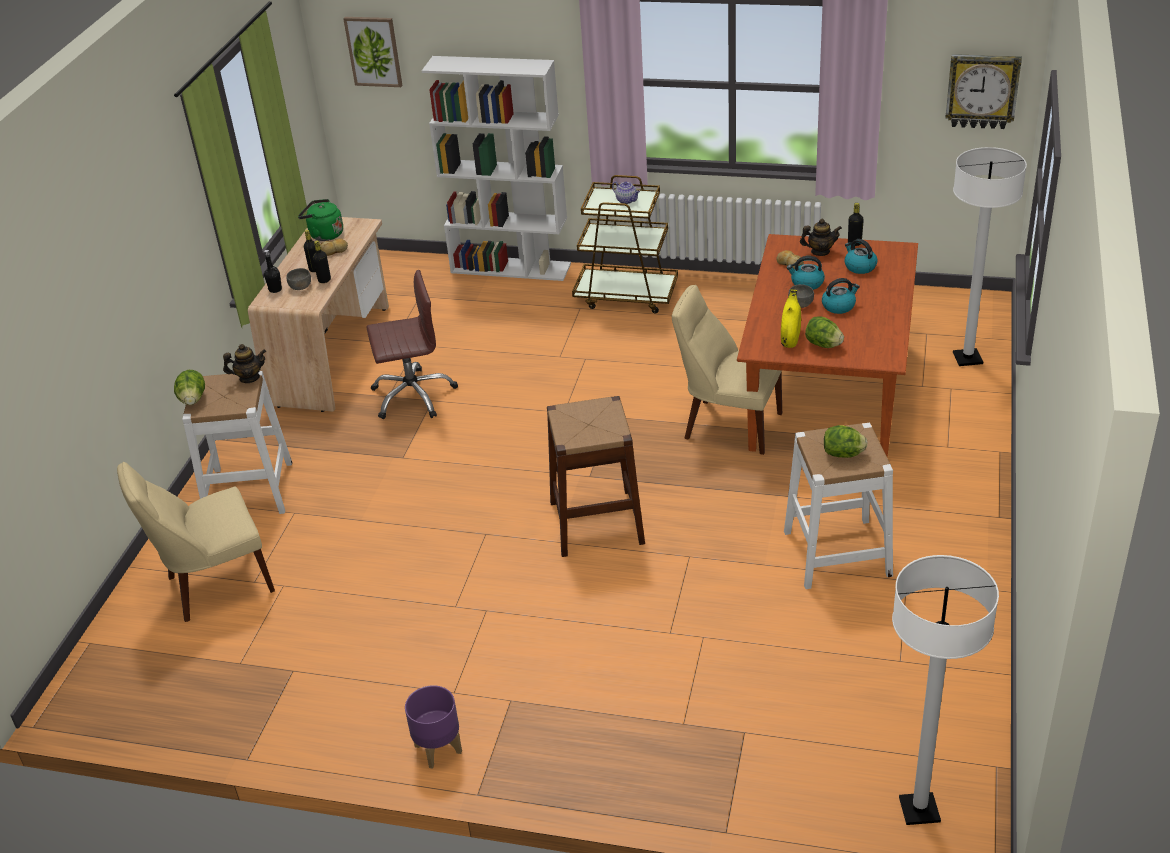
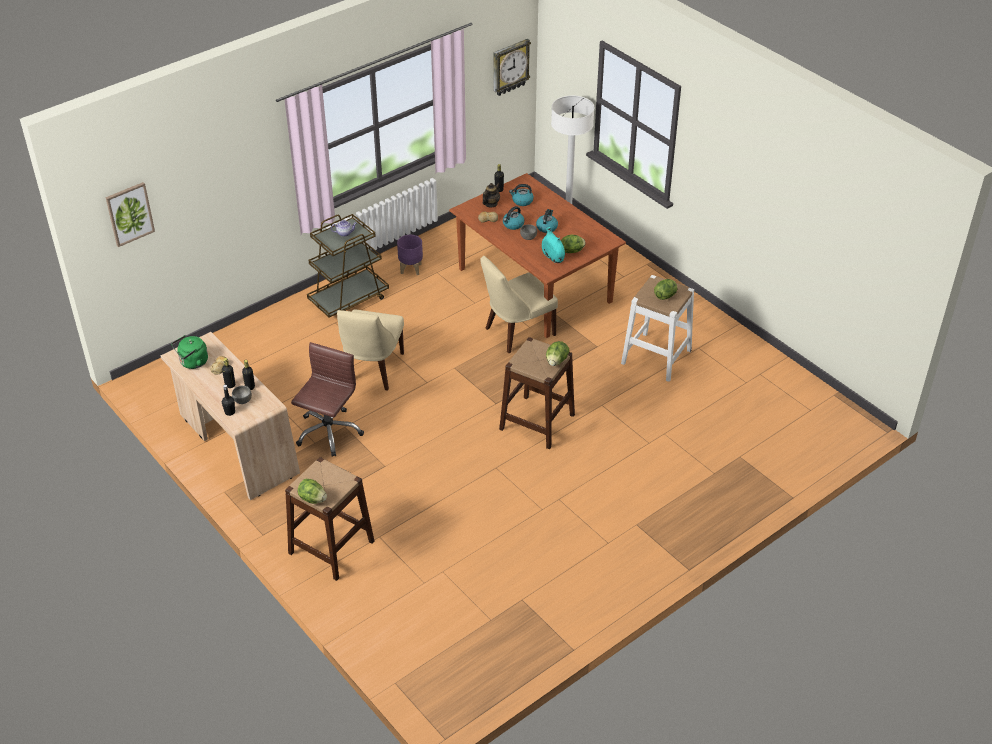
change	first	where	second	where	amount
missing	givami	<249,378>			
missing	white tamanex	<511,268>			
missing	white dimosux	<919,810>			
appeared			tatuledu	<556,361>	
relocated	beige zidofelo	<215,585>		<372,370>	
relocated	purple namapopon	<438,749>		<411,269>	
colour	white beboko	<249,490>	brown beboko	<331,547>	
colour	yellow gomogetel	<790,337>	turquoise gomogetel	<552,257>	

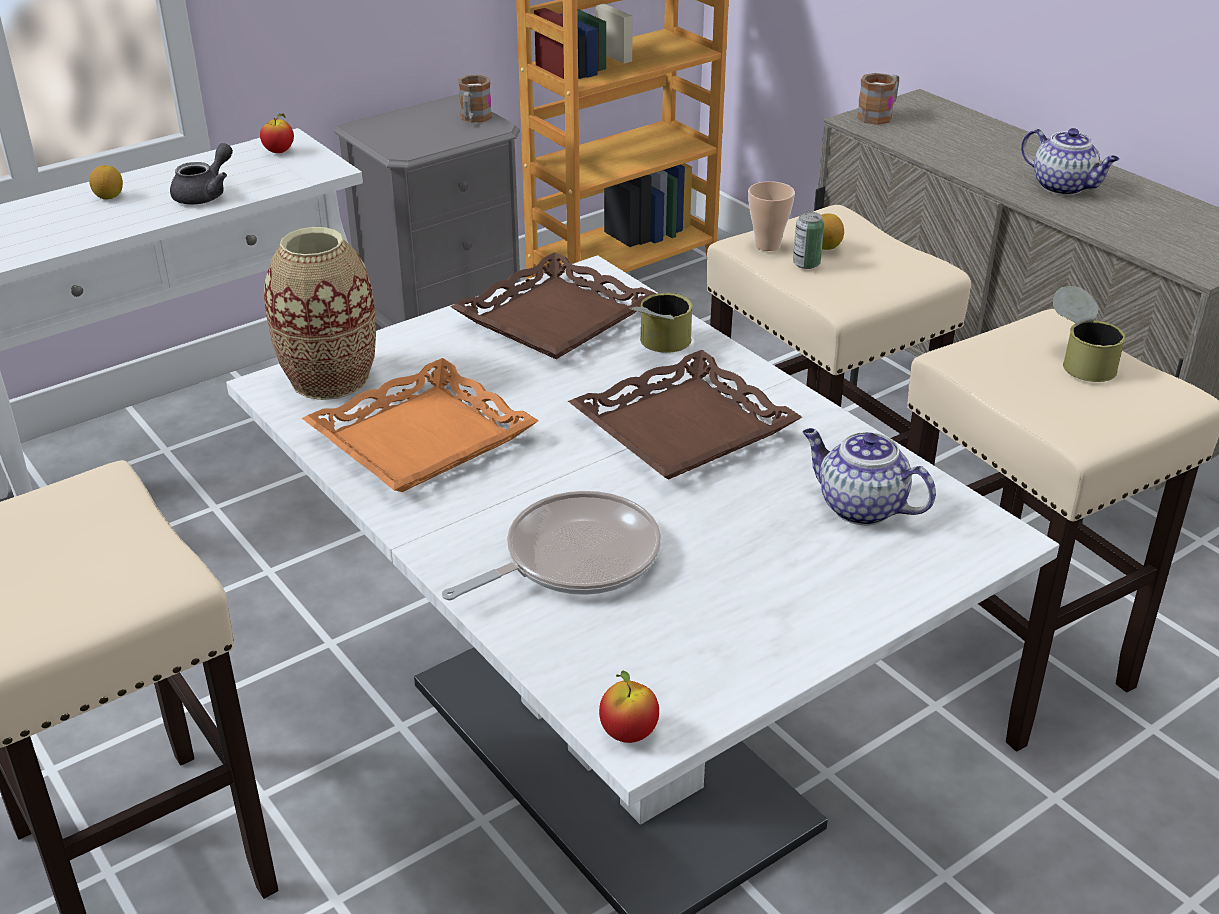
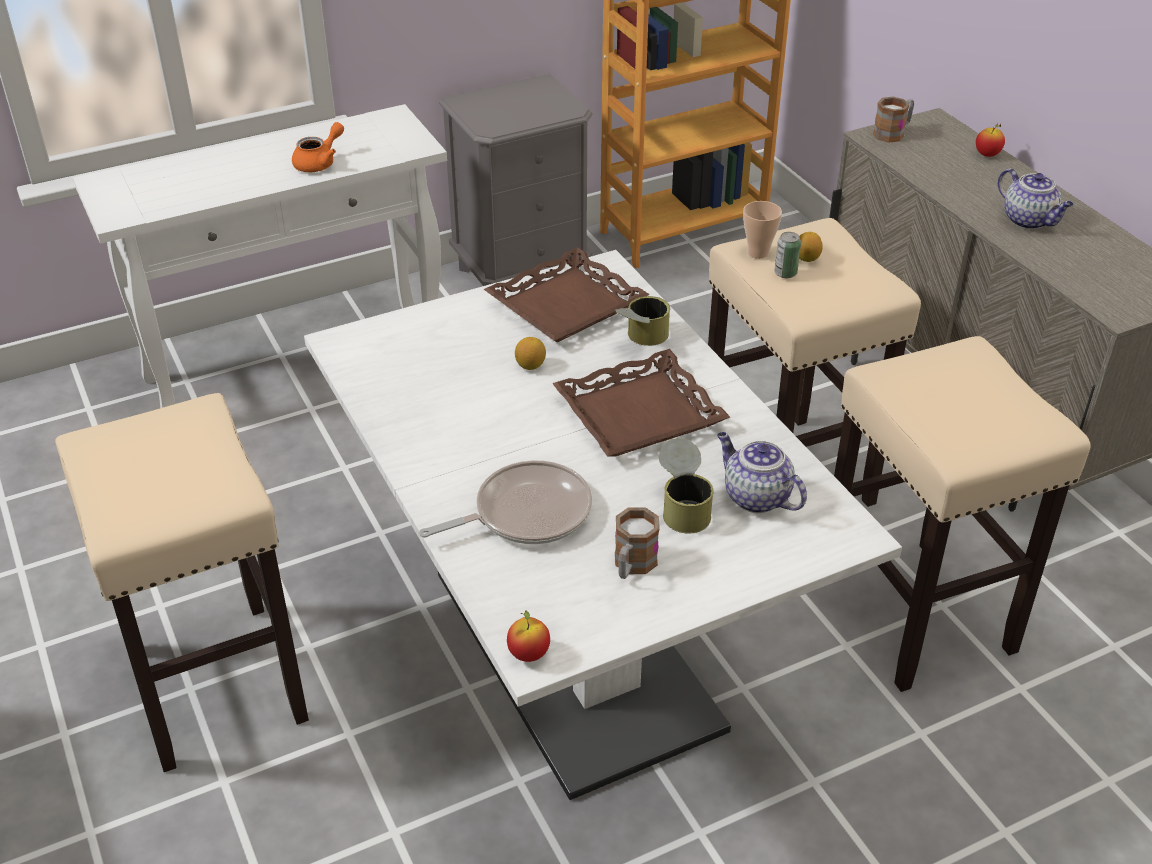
change	first	where	second	where	amount
missing	gomogetel	<329,379>			
missing	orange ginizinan	<421,438>			
relocated	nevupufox	<109,197>		<530,365>	
relocated	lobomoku	<279,152>		<987,155>	
relocated	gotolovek	<473,119>		<632,565>	
relocated	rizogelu	<1080,360>		<683,506>	
colour	grey givami	<205,194>	orange givami	<320,163>	

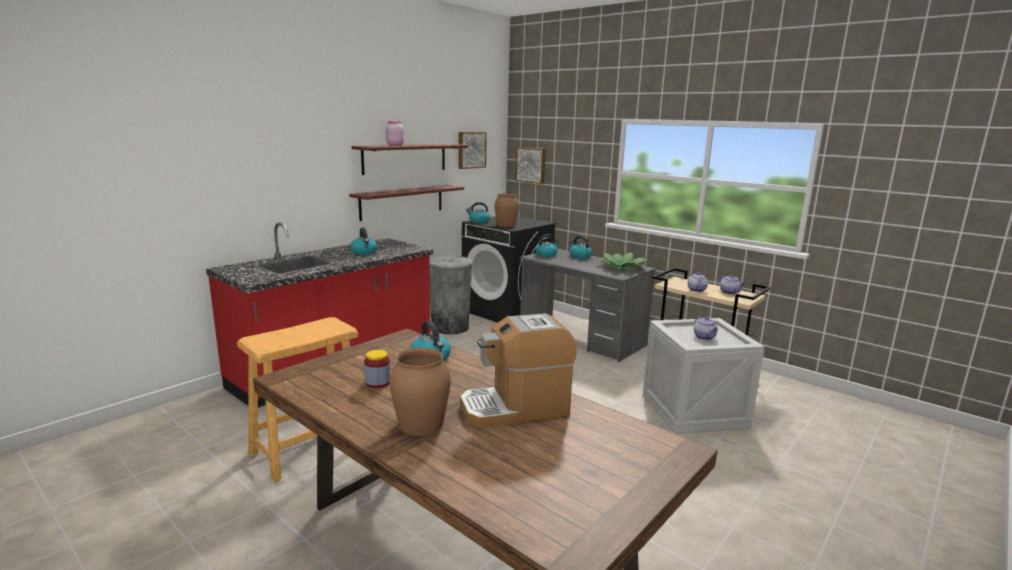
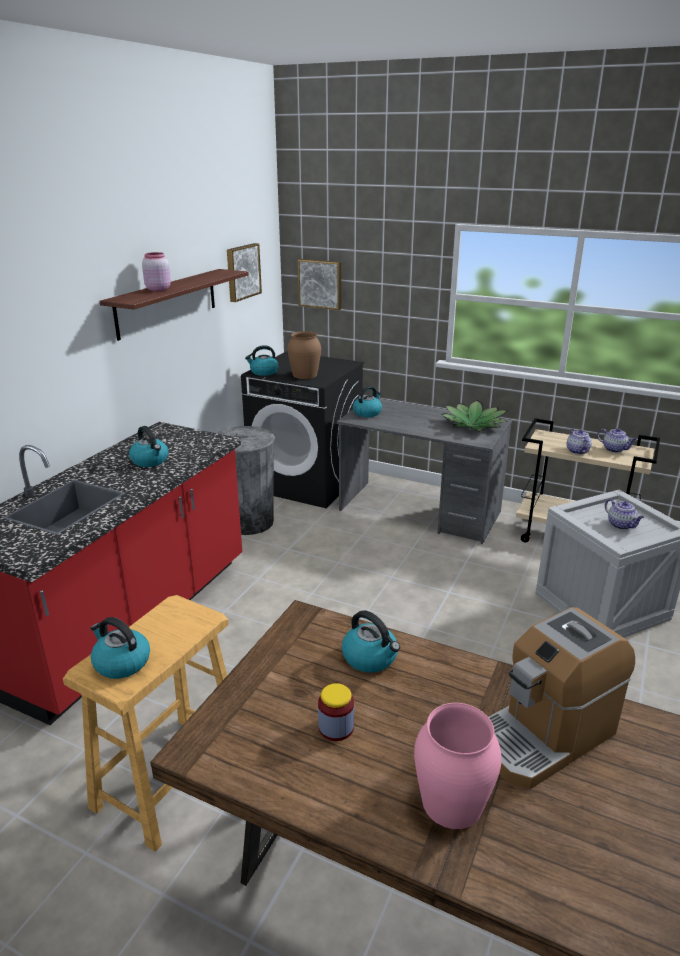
change	first	where	second	where	amount
missing	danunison	<402,202>			
relocated	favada	<579,256>		<121,663>	
colour	brown gomogetel	<421,423>	pink gomogetel	<452,801>	

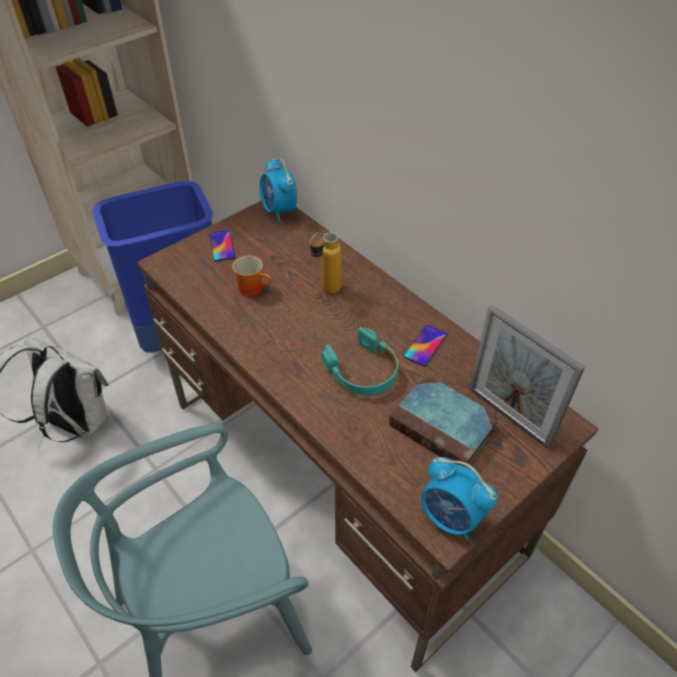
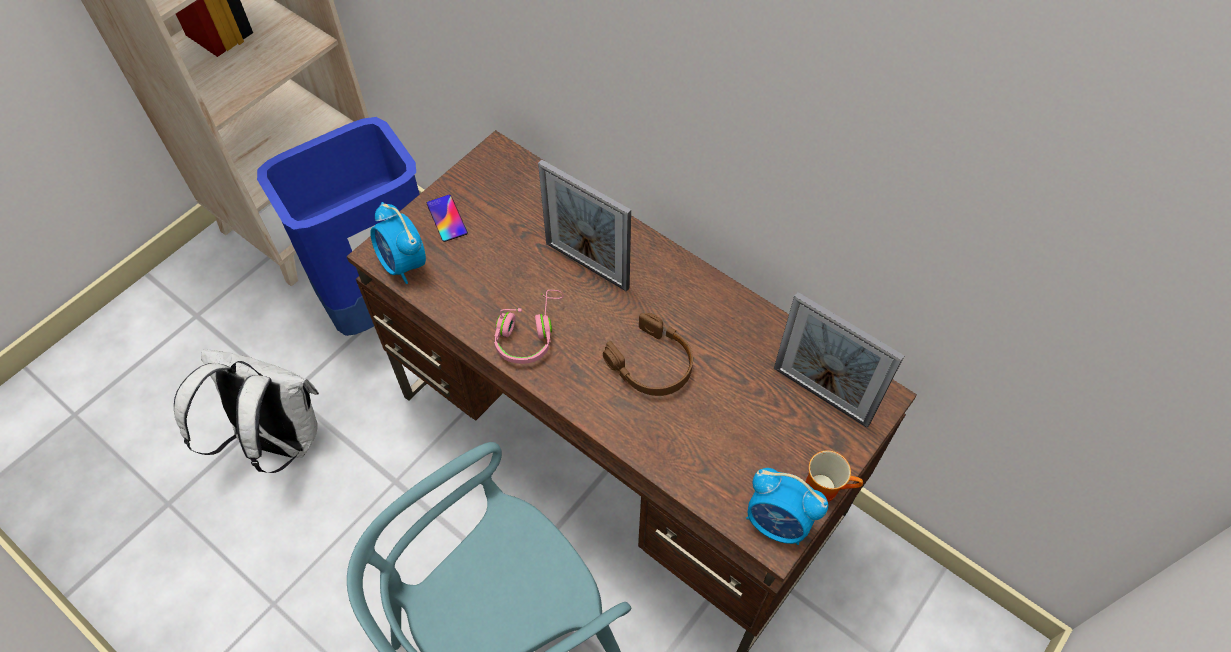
change	first	where	second	where	amount
missing	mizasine	<445,427>			
missing	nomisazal	<425,345>			
appeared			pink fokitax	<528,333>	
relocated	gotolovek	<254,288>		<825,485>	
relocated	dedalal	<279,211>		<403,264>	
exchanged	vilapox	<325,291>	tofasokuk	<587,265>	
colour	turquoise fokitax	<363,371>	brown fokitax	<652,364>	

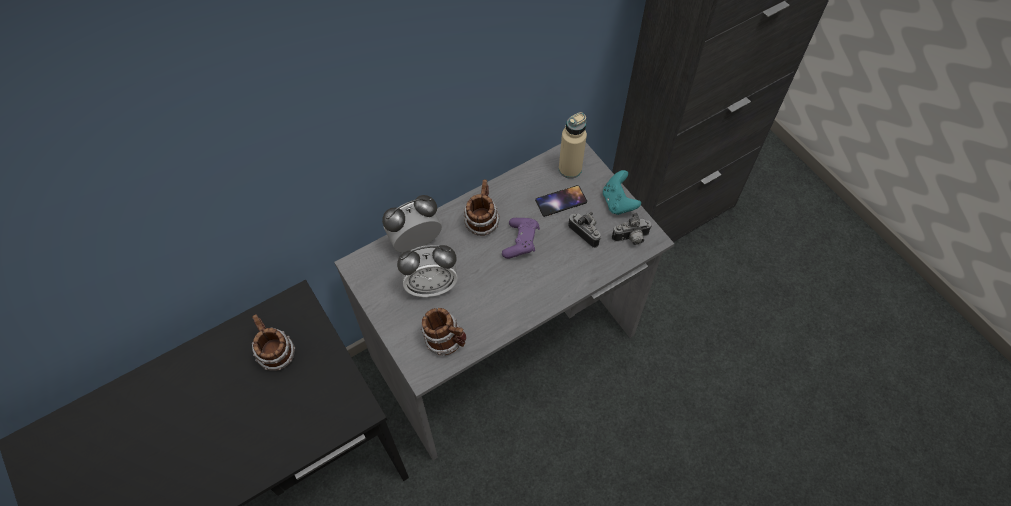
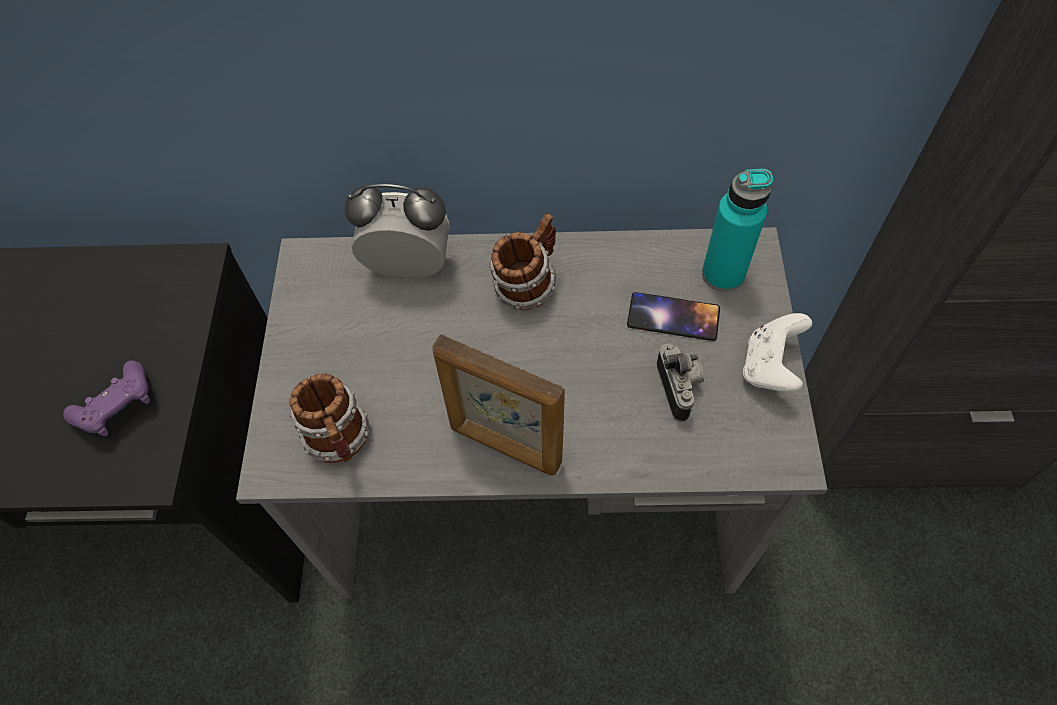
change	first	where	second	where	amount
missing	gotolovek	<275,353>			
missing	dedalal	<431,285>			
missing	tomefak	<631,239>			
appeared			tofasokuk	<505,446>	
relocated	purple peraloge	<521,242>		<119,408>	
colour	beige vilapox	<570,169>	turquoise vilapox	<723,274>	
colour	turquoise peraloge	<618,202>	white peraloge	<770,367>	

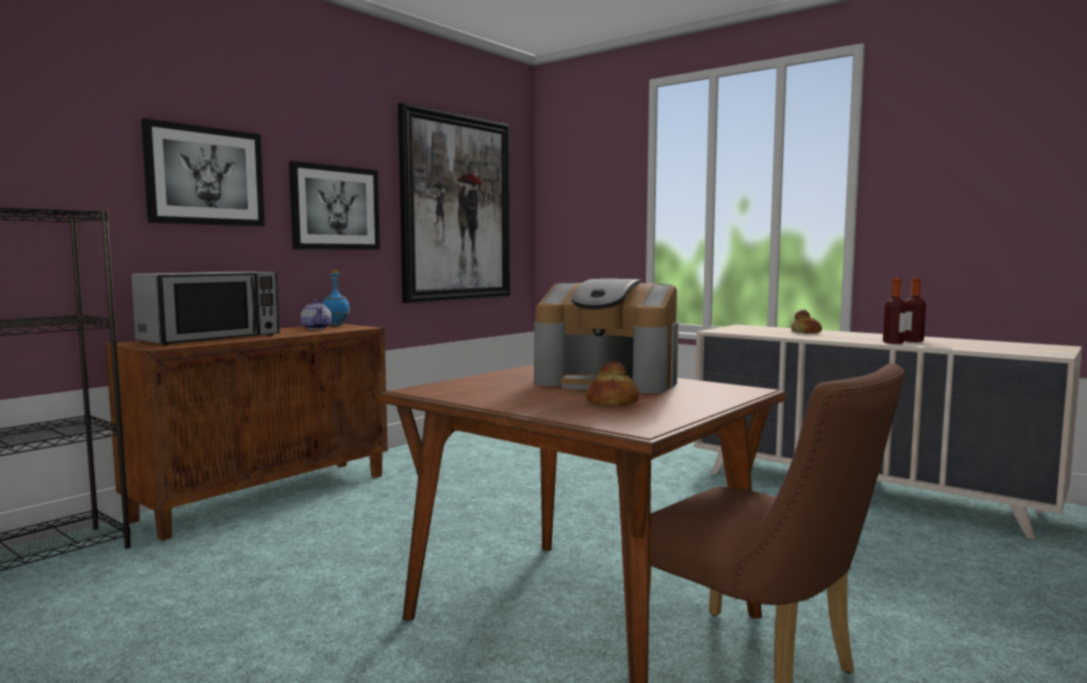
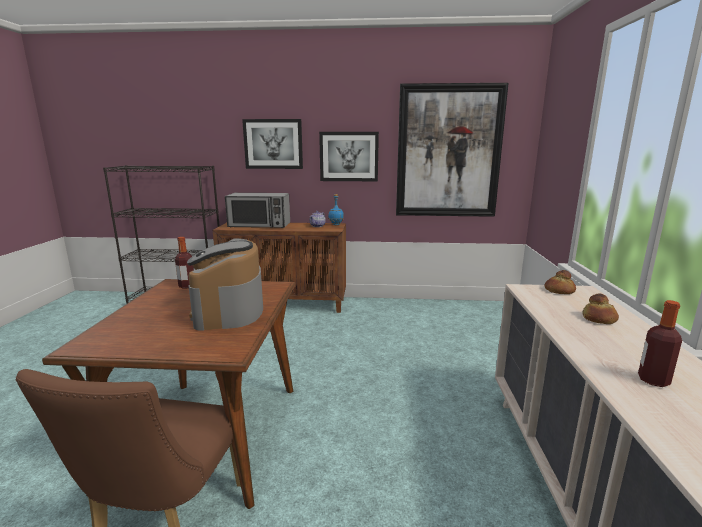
change	first	where	second	where	amount
relocated	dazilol	<613,402>		<559,291>	
relocated	vilapox	<893,342>		<187,286>	

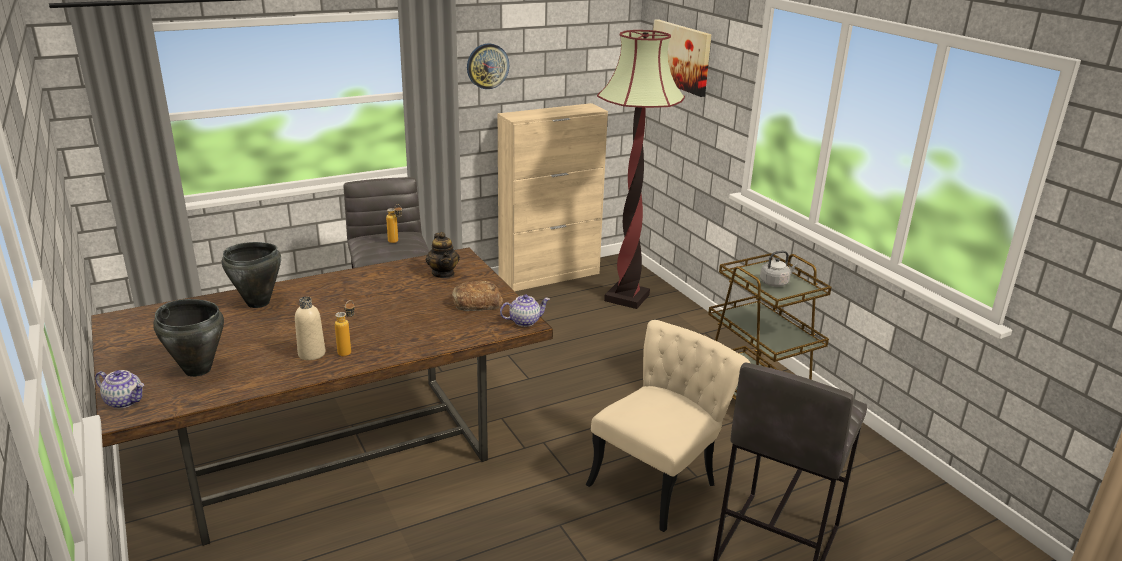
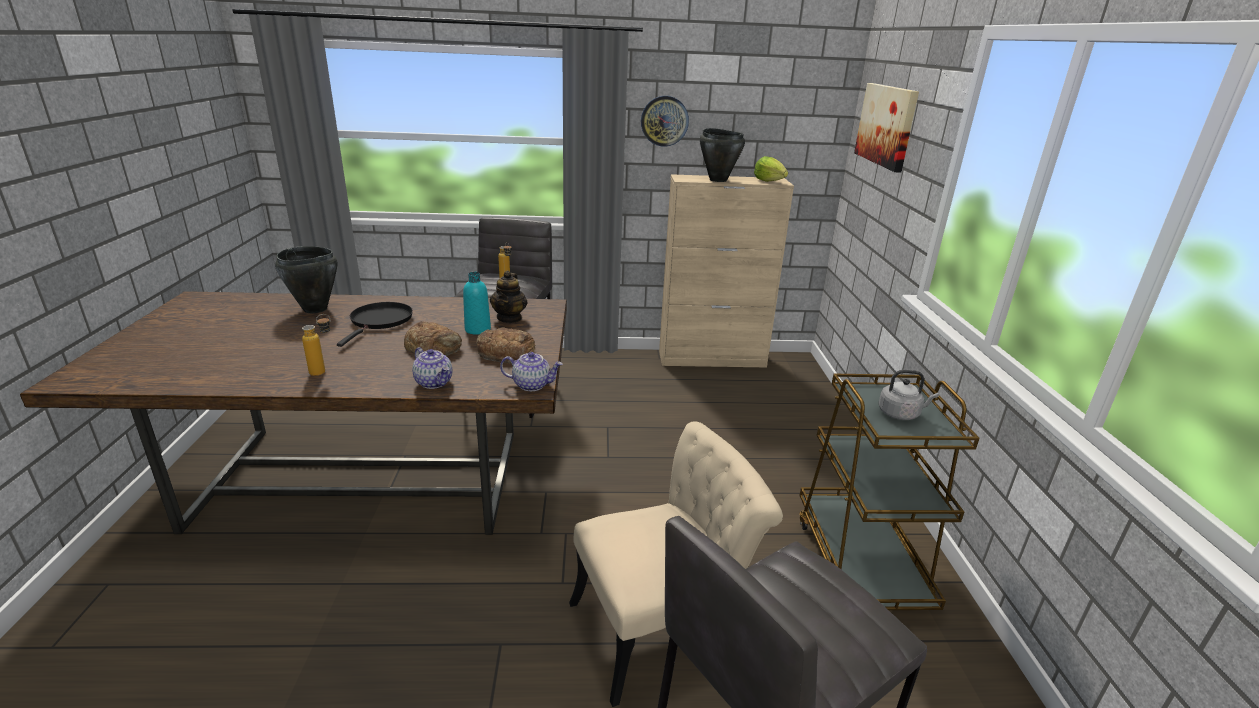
change	first	where	second	where	amount
missing	beige vilapox	<312,354>			
missing	dimosux	<627,298>			
appeared			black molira	<380,321>	
appeared			dazilol	<433,347>	
appeared			turquoise vilapox	<477,329>	
appeared			tatuledu	<769,181>	
relocated	givami	<125,401>		<434,382>	
relocated	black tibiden	<198,369>		<718,180>	

